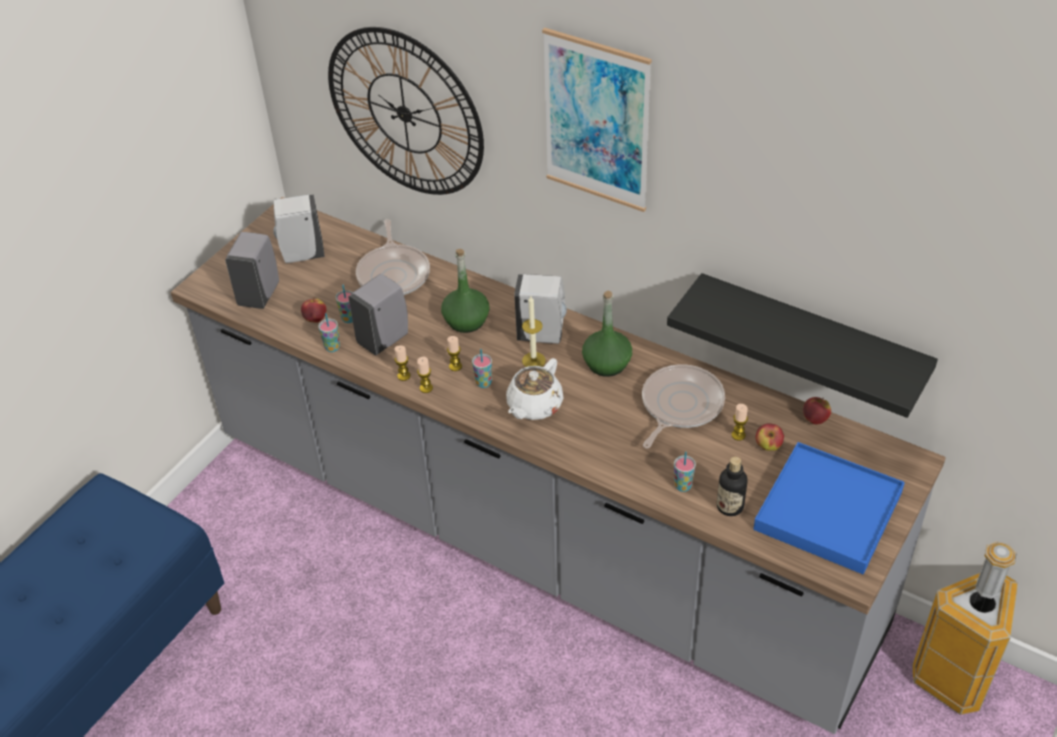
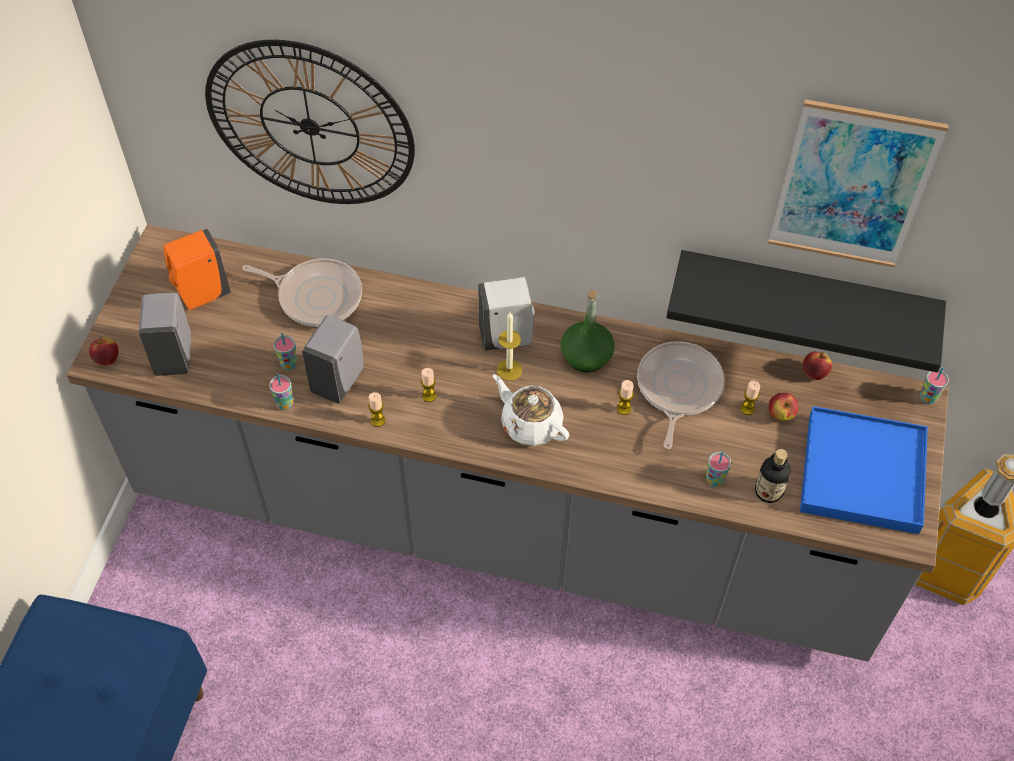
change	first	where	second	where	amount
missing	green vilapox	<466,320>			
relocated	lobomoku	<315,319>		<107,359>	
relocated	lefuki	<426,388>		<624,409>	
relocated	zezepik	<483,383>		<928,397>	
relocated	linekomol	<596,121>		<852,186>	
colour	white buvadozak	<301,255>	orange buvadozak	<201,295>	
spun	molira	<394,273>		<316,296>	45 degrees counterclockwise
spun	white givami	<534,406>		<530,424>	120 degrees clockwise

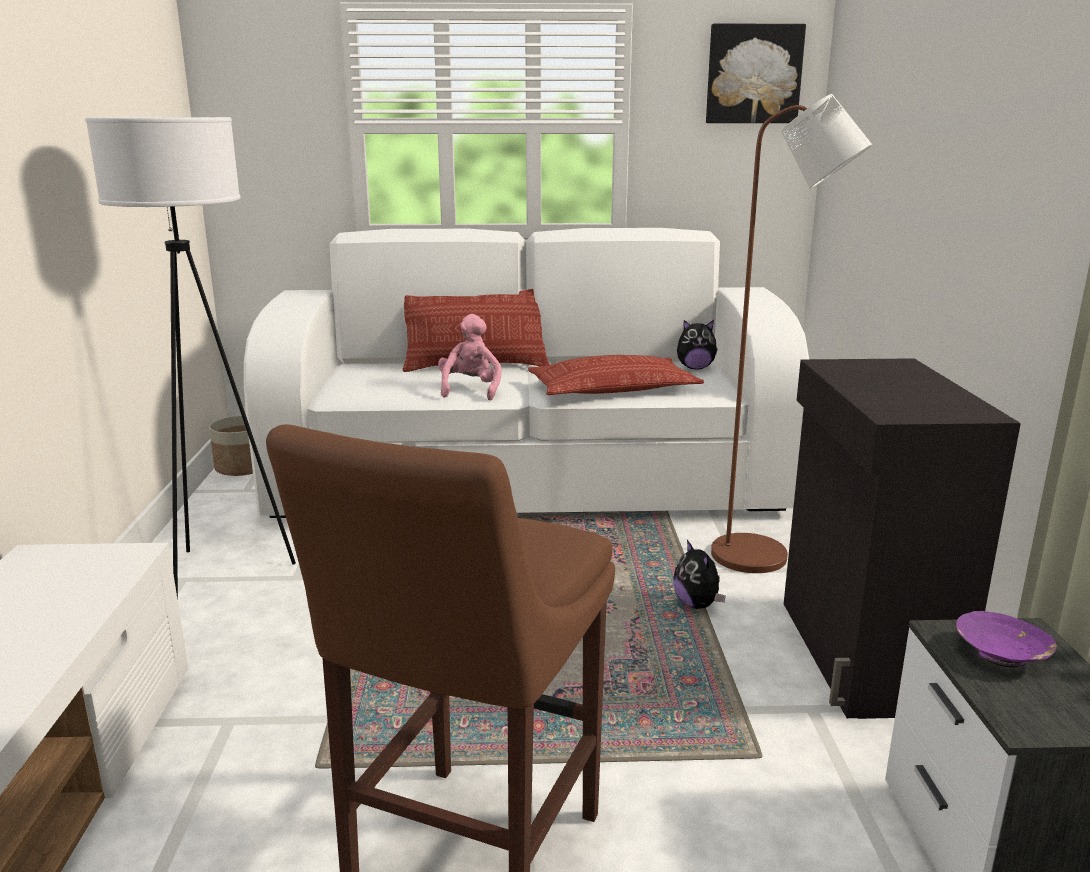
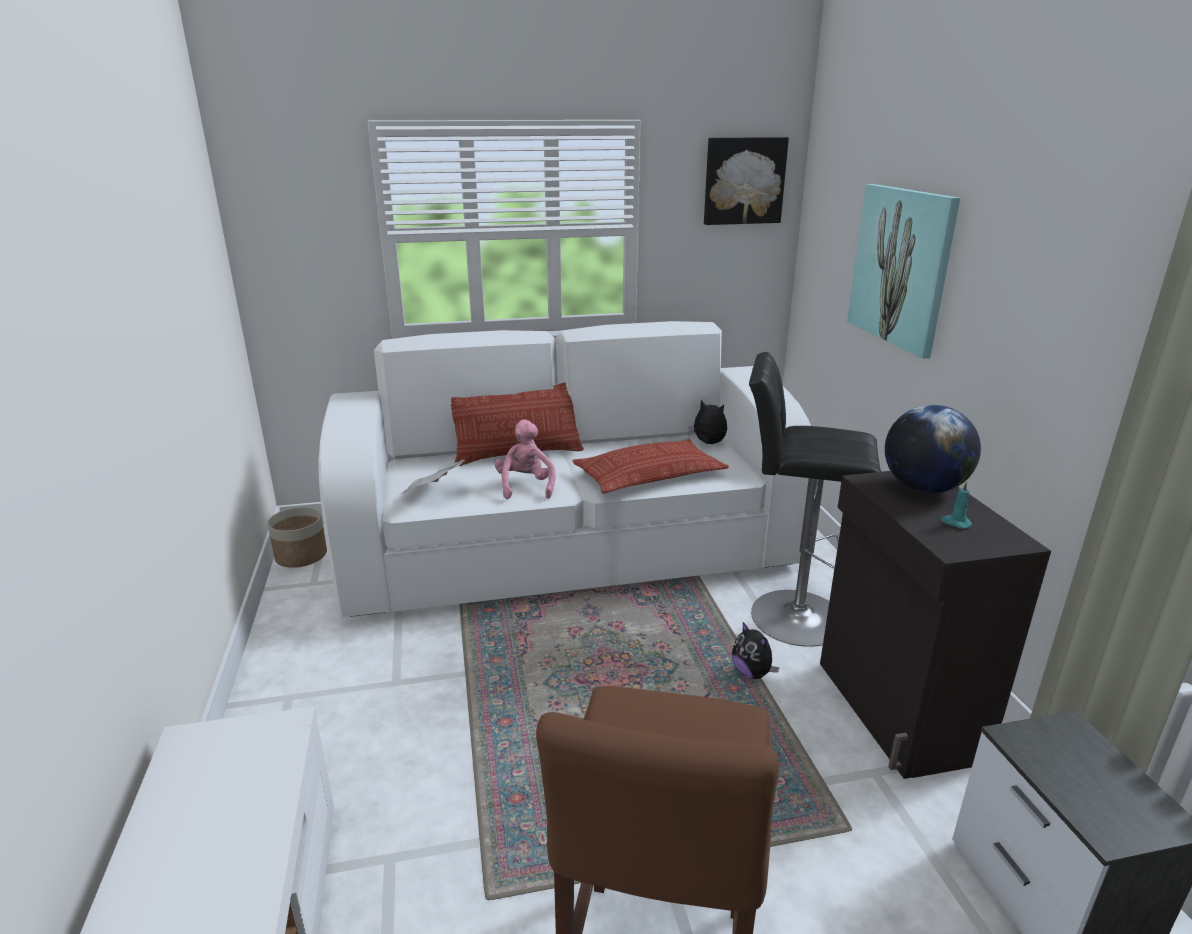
change	first	where	second	where	amount
missing	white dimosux	<222,573>			
missing	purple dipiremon	<1001,654>			
appeared			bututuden	<434,493>	
appeared			linekomol	<900,267>	
appeared			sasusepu	<923,488>	
appeared			turquoise lefuki	<955,523>	
exchanged	brown dimosux	<764,558>	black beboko	<790,616>	
spun	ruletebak	<695,368>		<708,443>	135 degrees counterclockwise

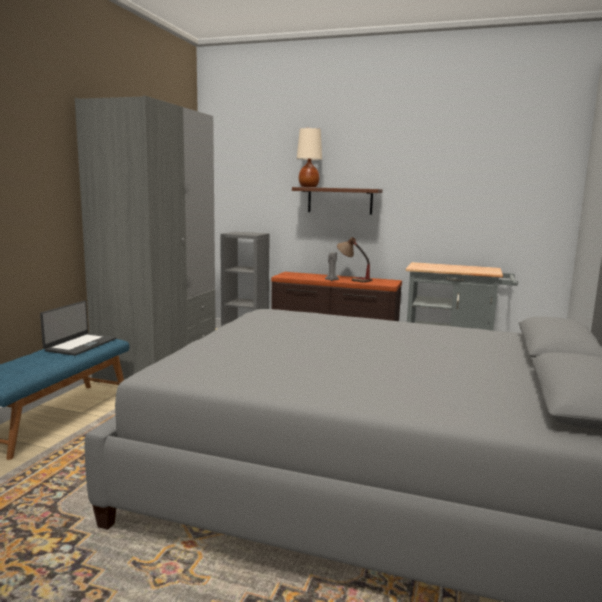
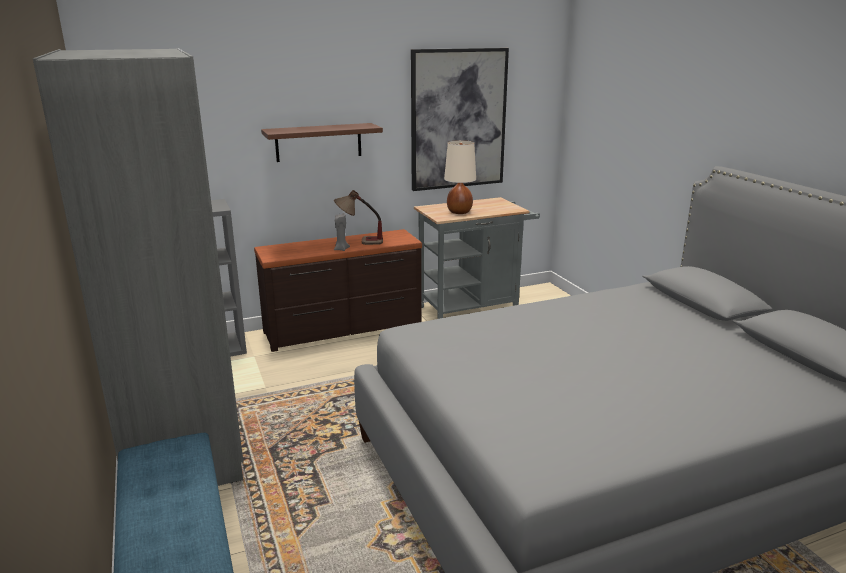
change	first	where	second	where	amount
missing	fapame	<80,345>			
appeared			linekomol	<458,119>	
relocated	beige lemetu	<308,187>		<459,212>	

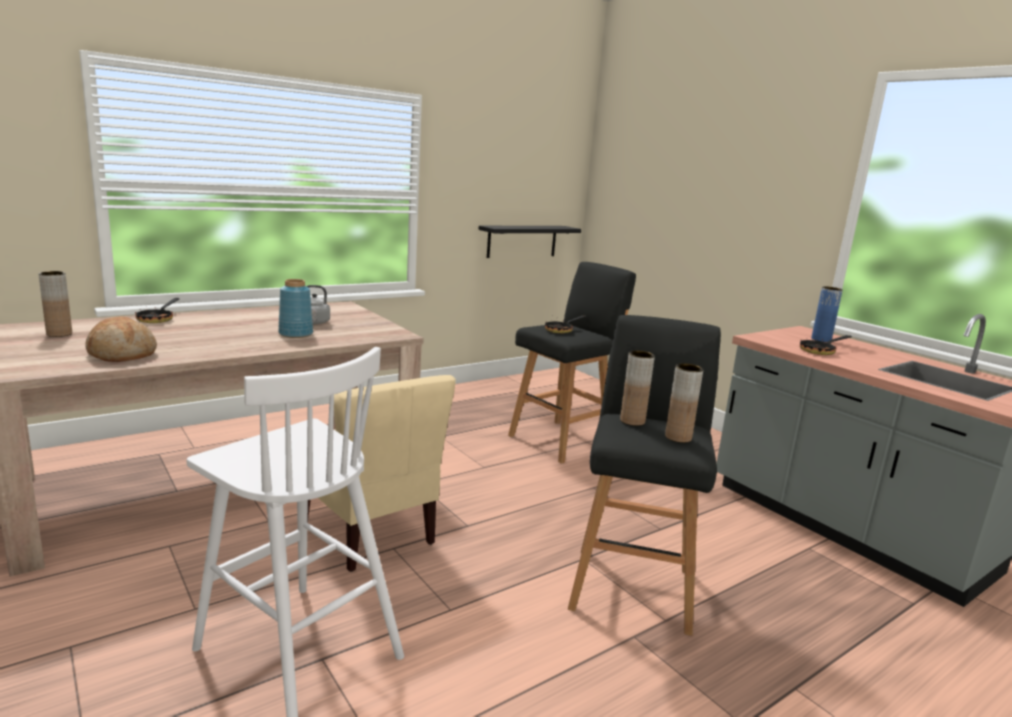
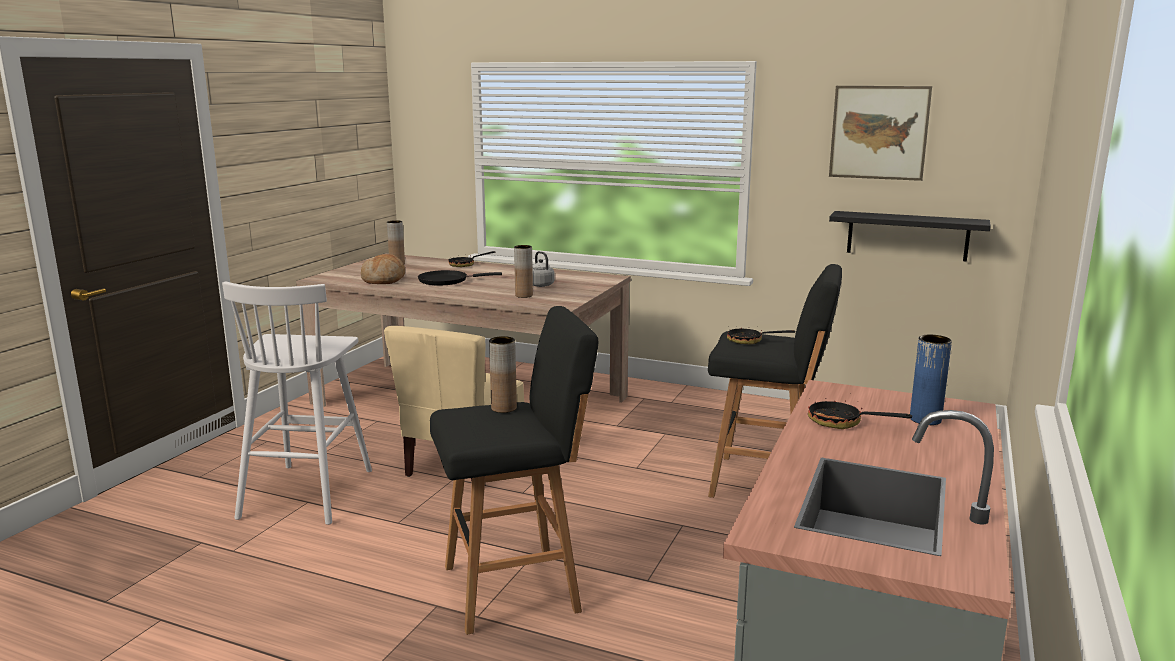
change	first	where	second	where	amount
missing	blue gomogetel	<296,334>			
appeared			black molira	<446,281>	
appeared			linekomol	<879,132>	
relocated	brown gomogetel	<678,437>		<524,295>	

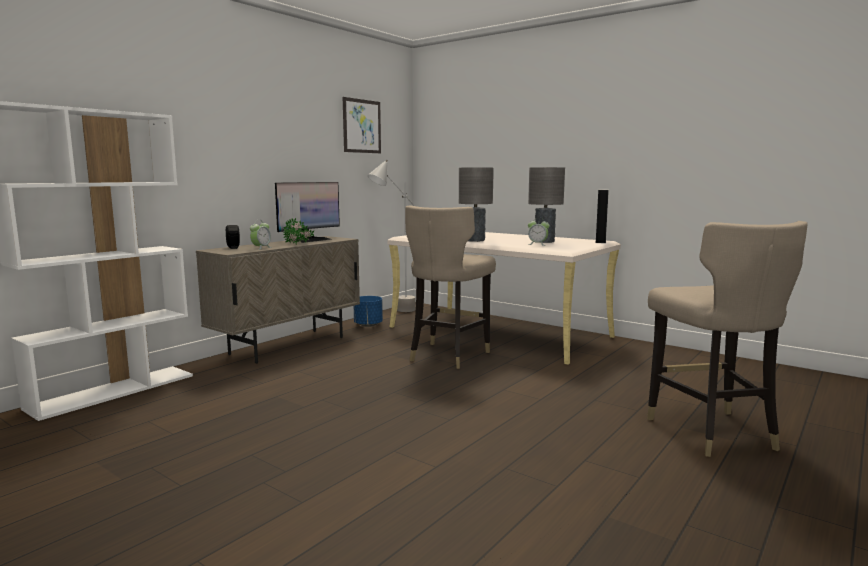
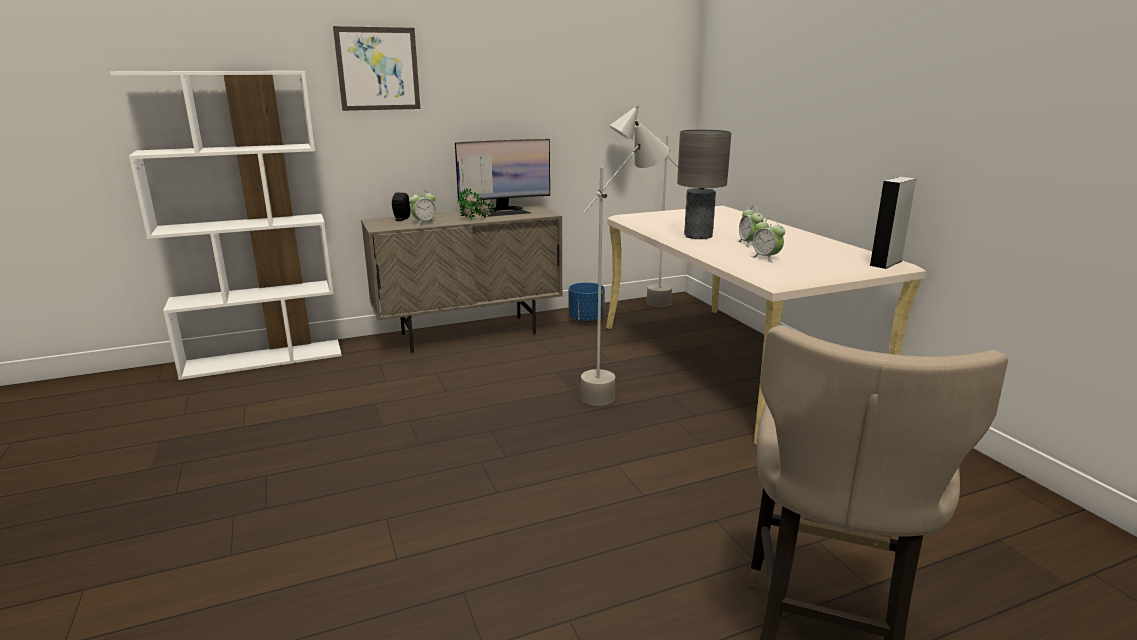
change	first	where	second	where	amount
missing	grey lemetu	<544,241>			
appeared			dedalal	<749,243>	
relocated	linekomol	<362,126>		<378,69>	
exchanged	beige beboko	<448,355>	grey dimosux	<618,389>	

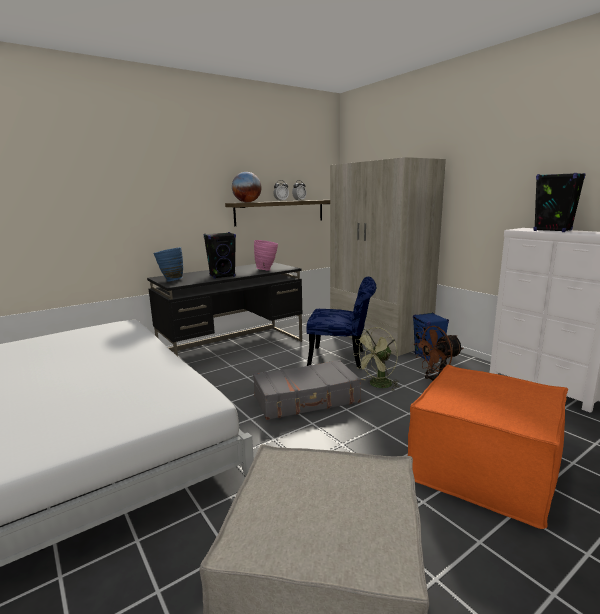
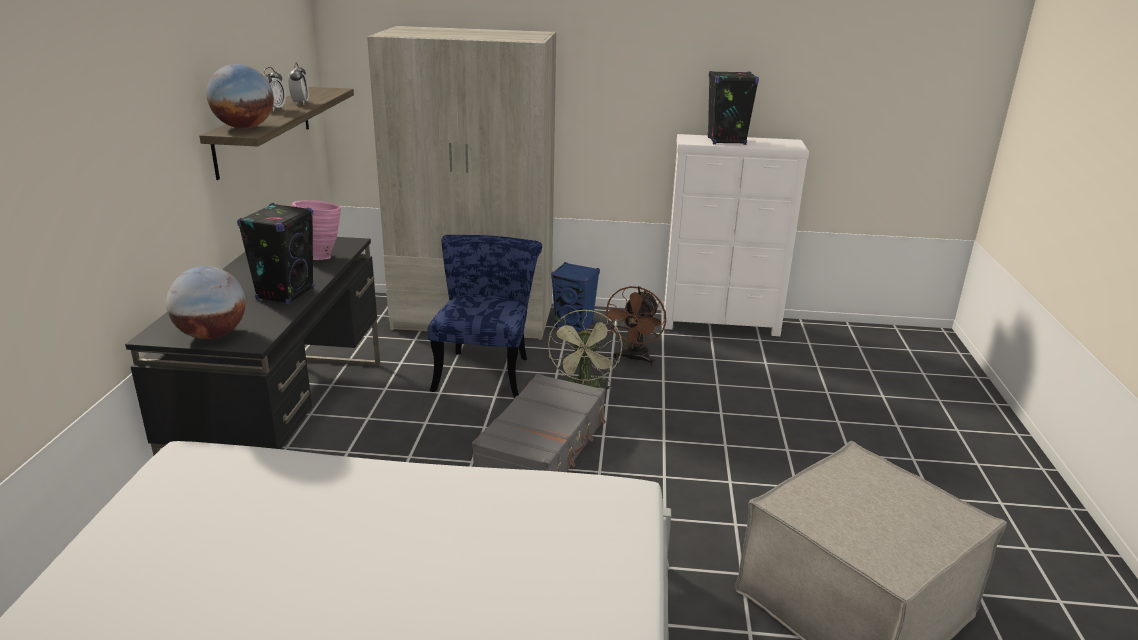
change	first	where	second	where	amount
missing	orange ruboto	<482,468>			
exchanged	blue gomogetel	<170,280>	sasusepu	<212,335>	
spun	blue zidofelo	<342,359>		<486,370>	45 degrees counterclockwise

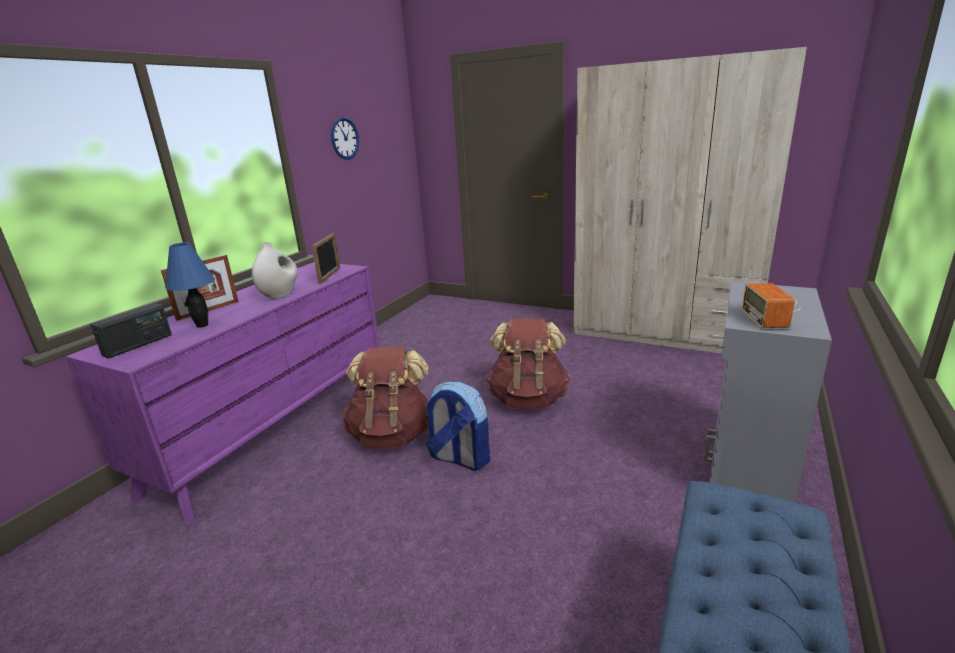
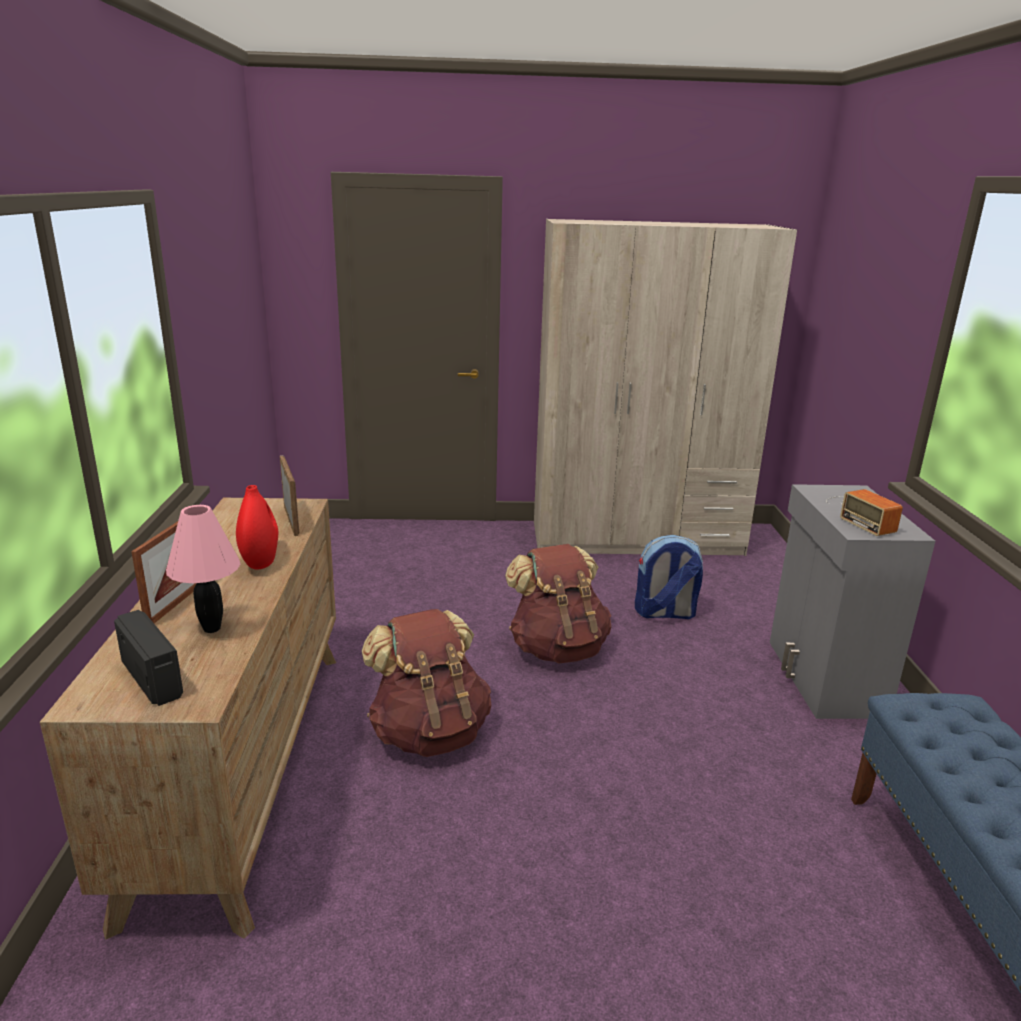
change	first	where	second	where	amount
missing	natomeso	<344,138>			
relocated	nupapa	<459,458>		<664,613>	
colour	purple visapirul	<277,428>	brown visapirul	<244,766>	
colour	blue lemetu	<202,325>	pink lemetu	<211,629>	
colour	white gomogetel	<280,295>	red gomogetel	<260,561>	
spun	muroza	<138,345>		<153,678>	45 degrees counterclockwise

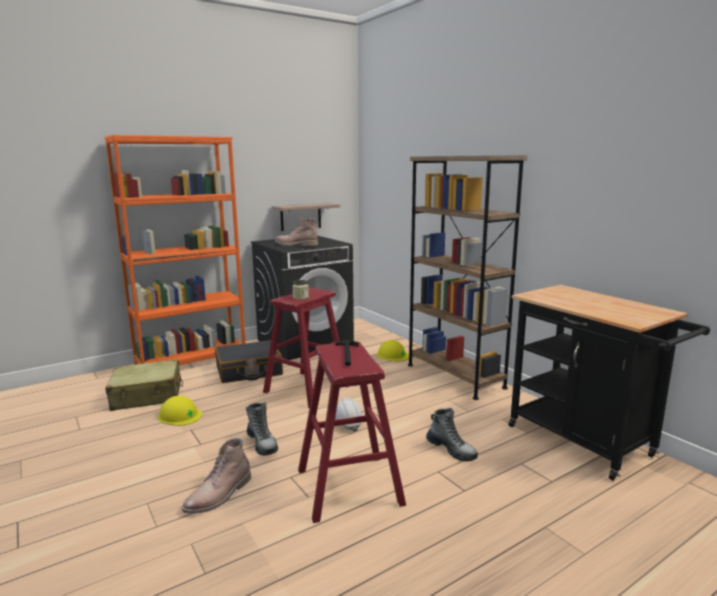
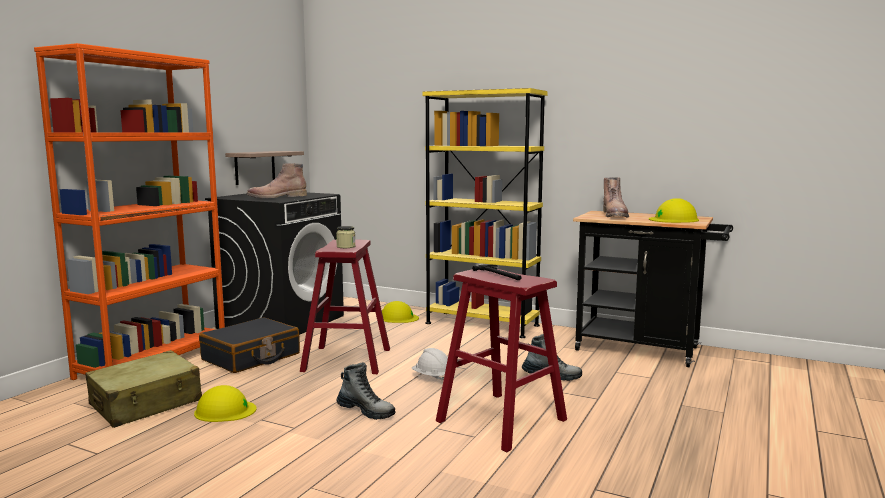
change	first	where	second	where	amount
appeared			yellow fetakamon	<674,219>	
relocated	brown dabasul	<219,495>		<615,215>	
colour	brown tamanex	<455,376>	yellow tamanex	<482,324>	

